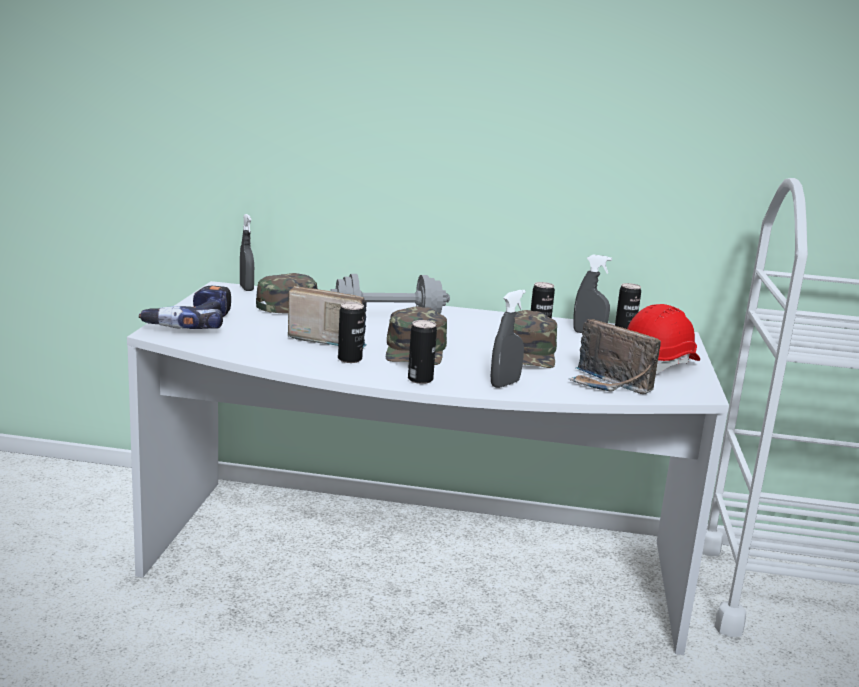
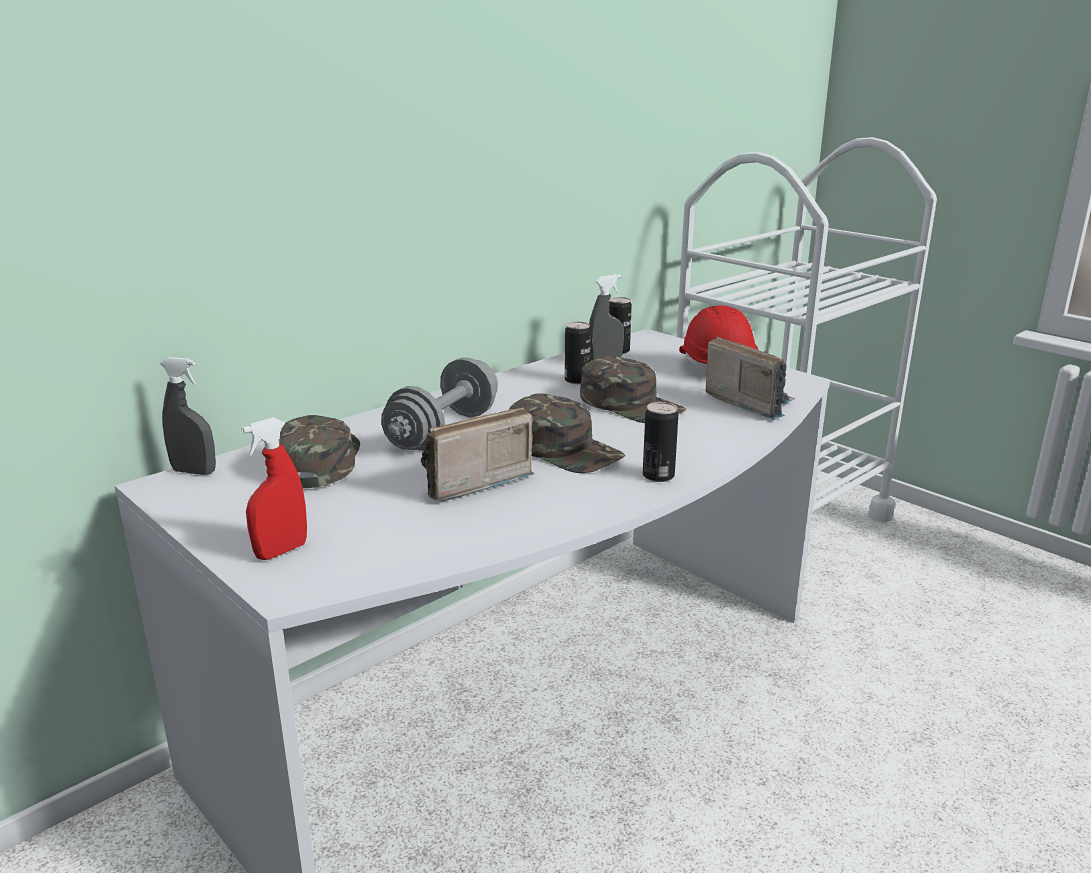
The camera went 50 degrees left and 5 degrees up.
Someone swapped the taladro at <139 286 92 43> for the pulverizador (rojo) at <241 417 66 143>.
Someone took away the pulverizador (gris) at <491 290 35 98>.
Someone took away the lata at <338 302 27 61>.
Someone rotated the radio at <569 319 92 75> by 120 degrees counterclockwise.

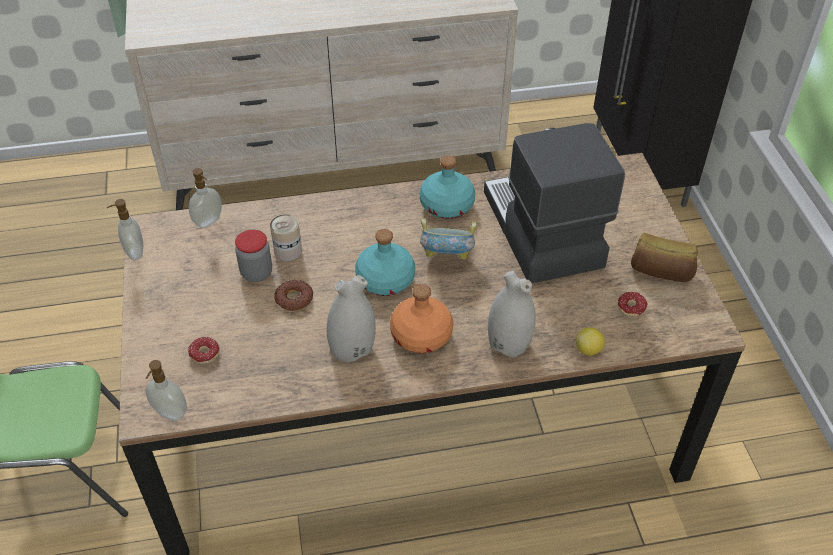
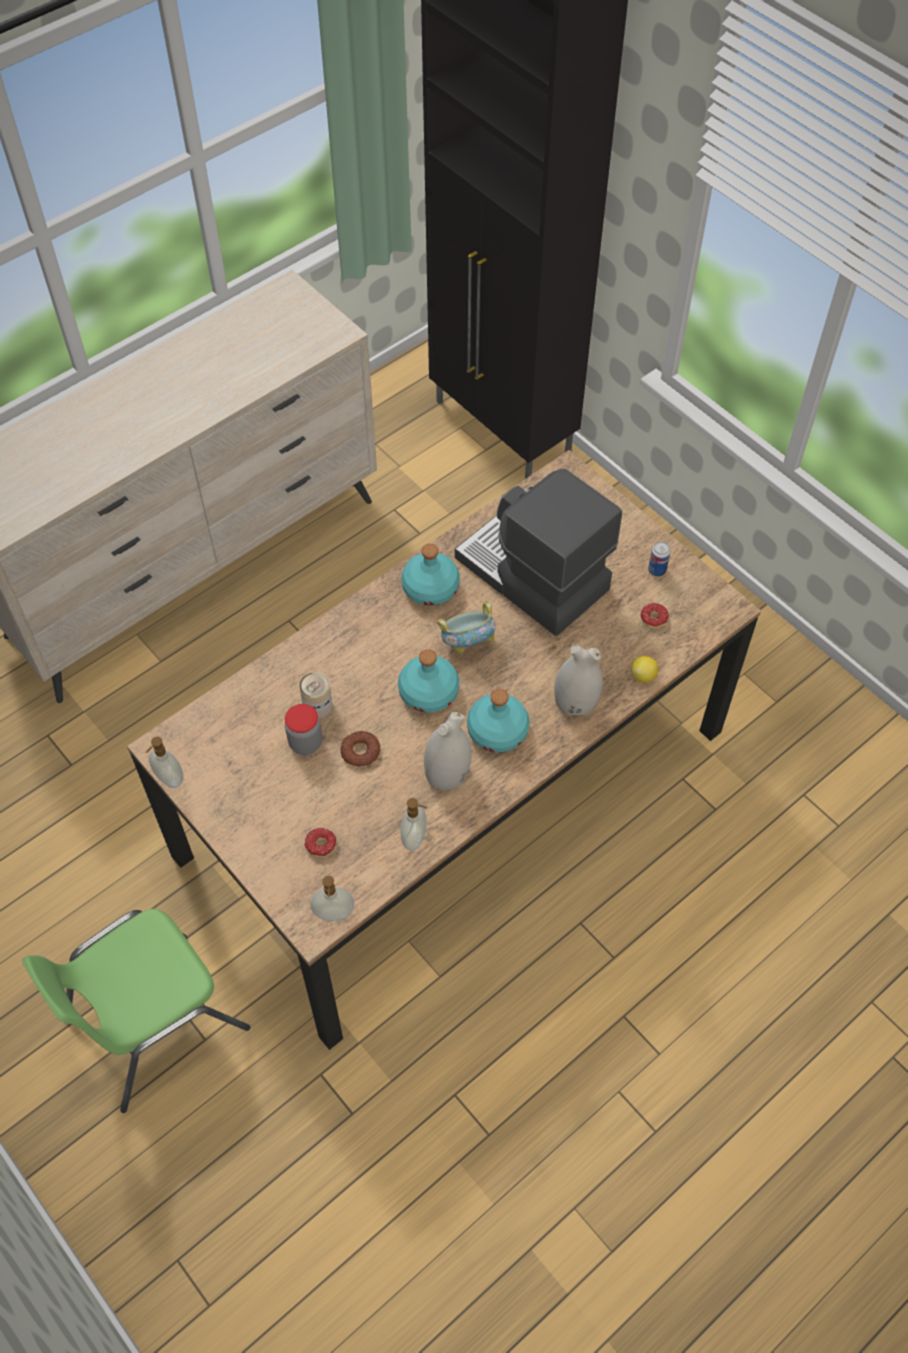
The camera went 30 degrees left and 10 degrees up.
Someone carried the dispensador de jabón from <189 168 33 60> to <401 798 26 53>.
Someone swapped the pan at <631 233 67 49> for the lata at <648 542 22 35>.
Someone repainted the botella (naranja) at <390 284 63 69>, which became the botella (turquesa) at <467 689 62 63>.

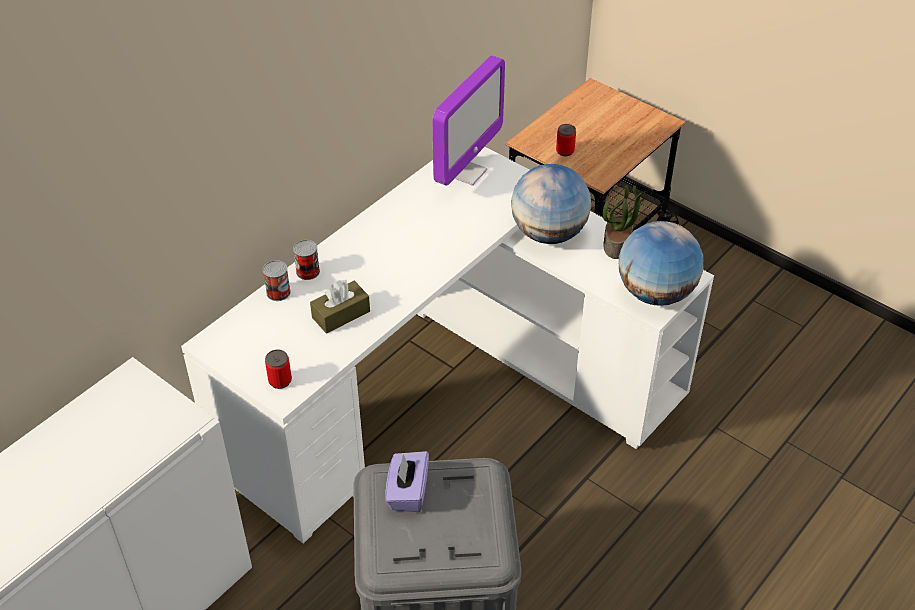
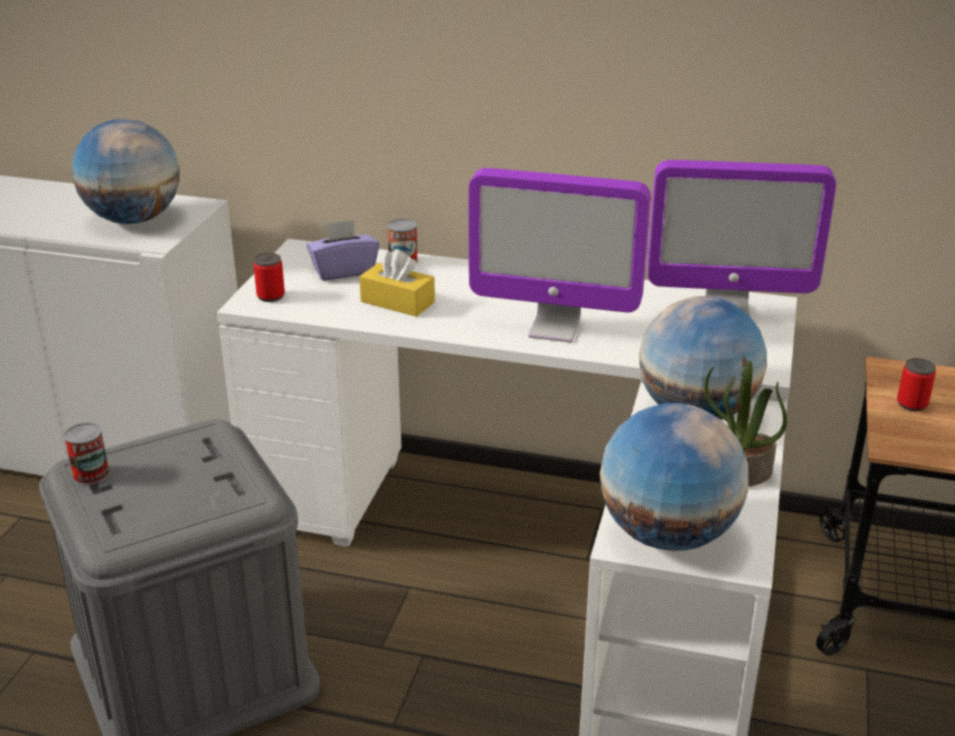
The camera went 65 degrees right and 15 degrees down.
Someone carried the lata from <293 240 27 40> to <64 423 45 61>.
Someone repainted the caja de pañuelos (marrón) at <310 280 60 54>, which became the caja de pañuelos (amarillo) at <359 249 76 68>.
Someone carried the caja de pañuelos (morado) from <385 451 44 61> to <306 220 73 61>.
Someone put down the globo terráqueo at <72 119 108 105>.
Someone put down the monitor at <469 168 182 174>.

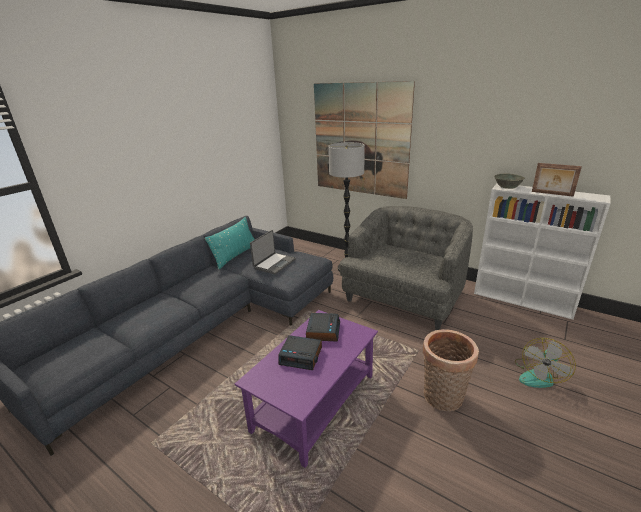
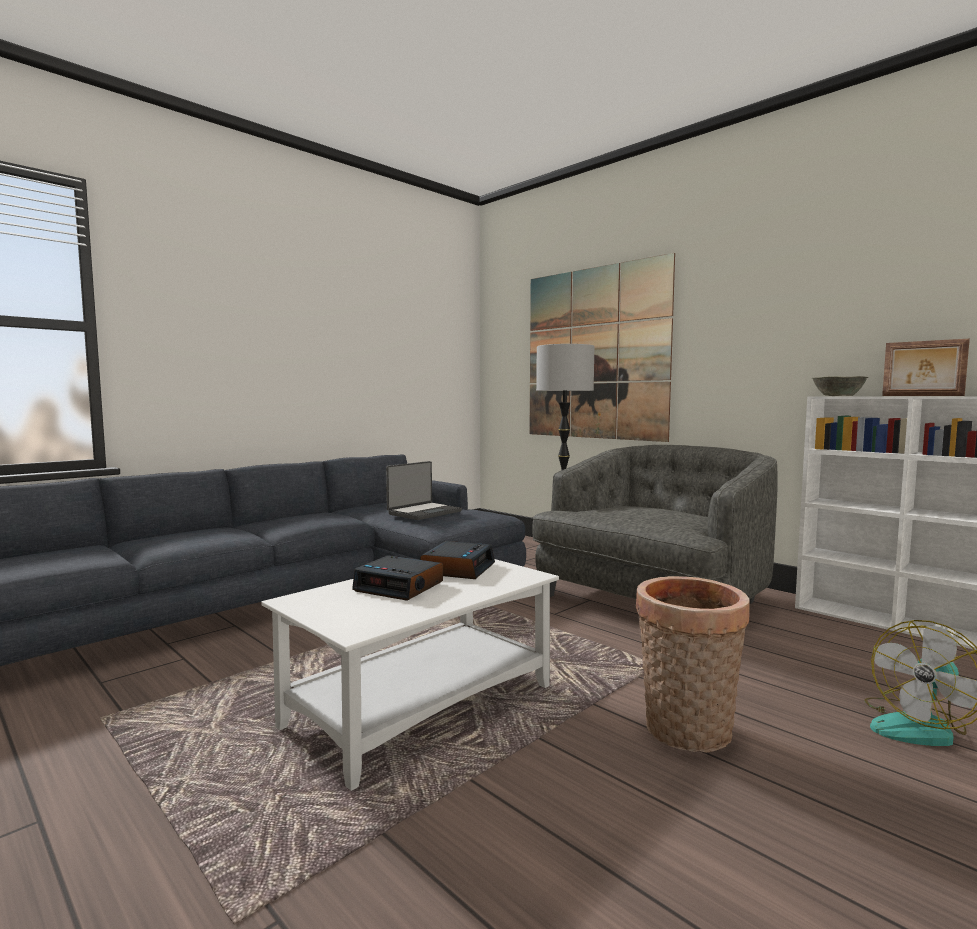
The camera went 10 degrees right and 20 degrees down.
Someone took away the cojín (turquesa) at <205 217 50 53>.
Someone repainted the mesa de centro (morado) at <235 310 143 158>, which became the mesa de centro (blanco) at <261 559 298 232>.

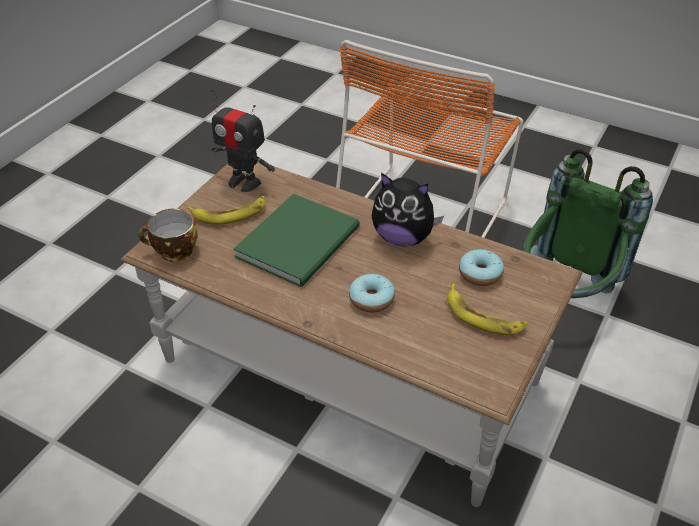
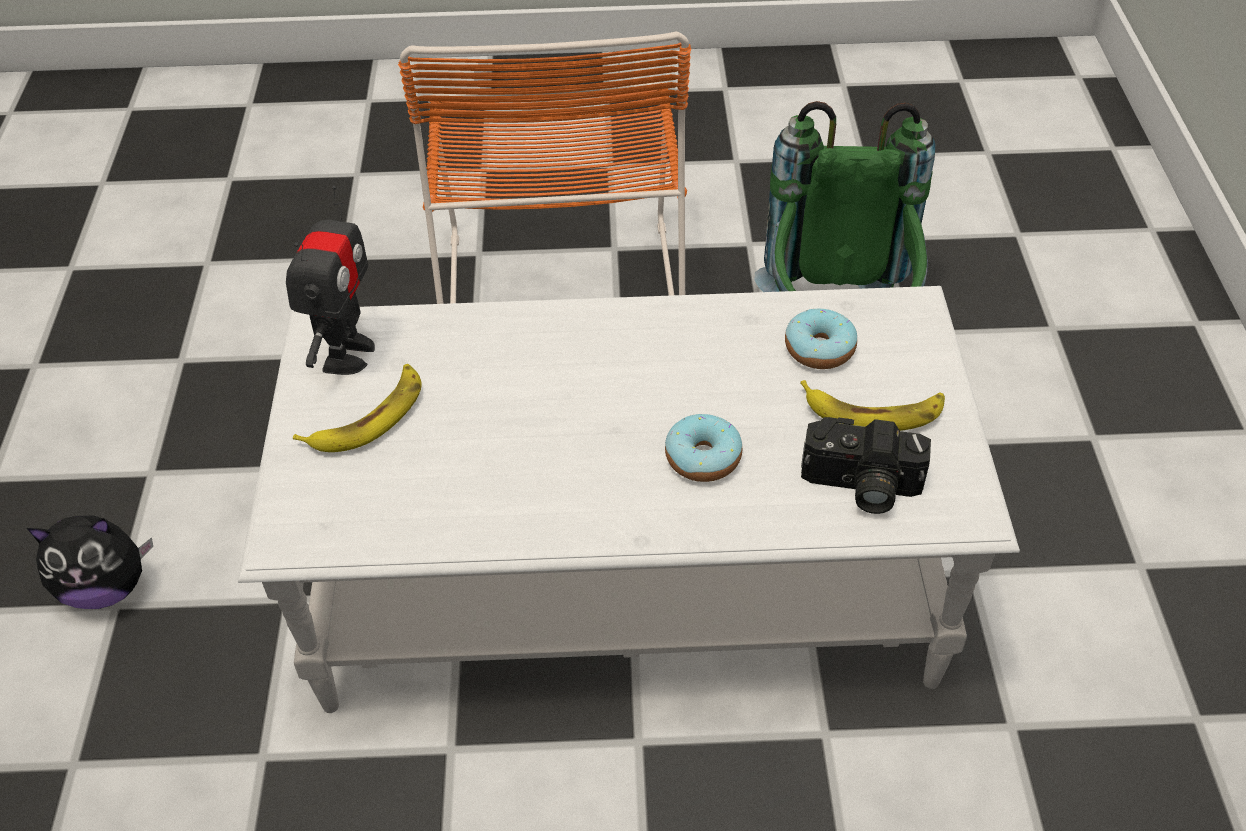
The camera went 30 degrees left and 5 degrees up.
Someone rotated the robot de juguete at <210 89 65 103> by 75 degrees counterclockwise.
Someone repainted the mesa de centro (marrón) at <120 161 463 346>, which became the mesa de centro (blanco) at <238 286 782 427>.
Someone carried the peluche from <372 173 72 74> to <27 516 126 93>.
Someone took away the libro (verde) at <233 194 127 93>.
Someone took away the taza at <138 208 59 54>.
Someone put down the cámara at <801 417 130 97>.

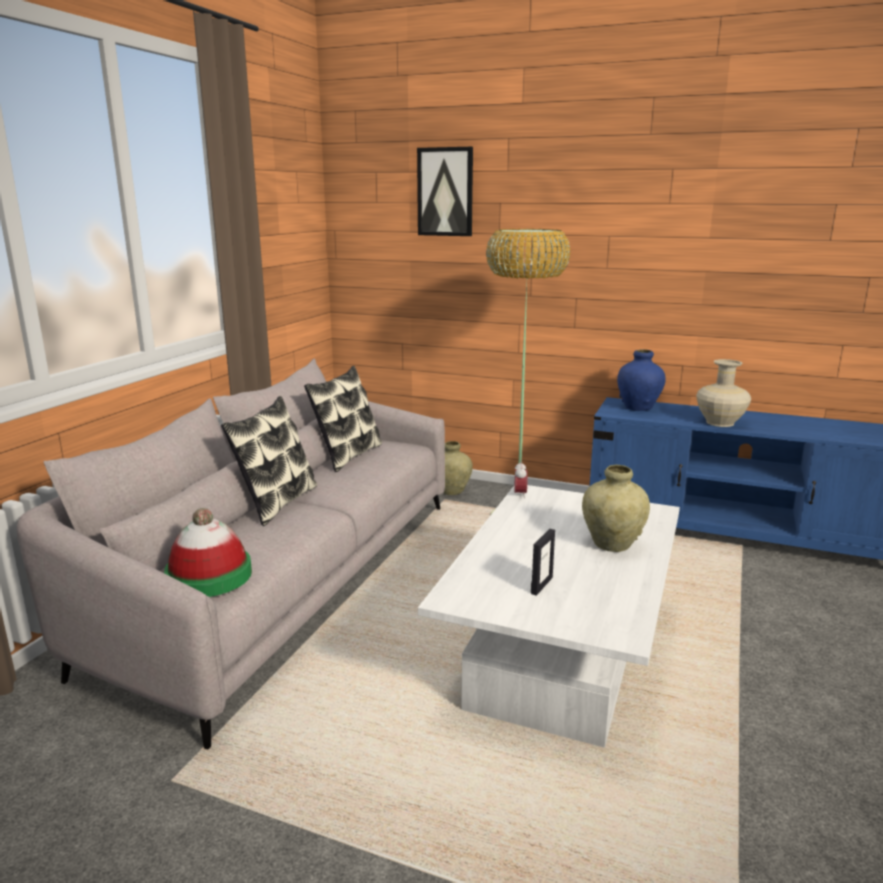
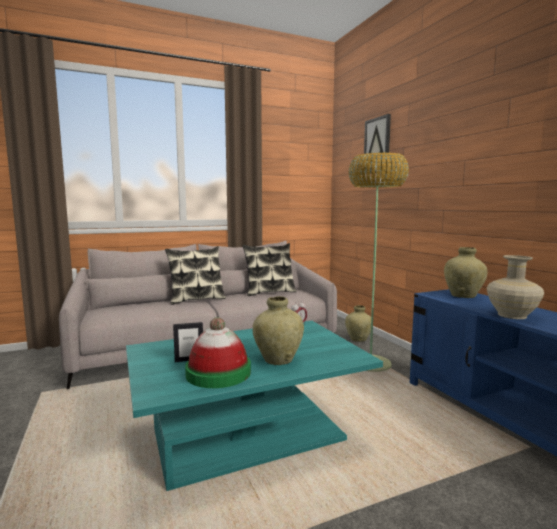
The camera went 45 degrees right and 10 degrees down.
Someone repainted the florero (azul) at <617 349 49 62>, which became the florero (beis) at <444 247 44 51>.
Someone repainted the mesa de centro (blanco) at <418 485 262 263>, which became the mesa de centro (turquesa) at <126 321 257 170>.
Someone carried the sombrero from <164 508 88 89> to <185 317 66 71>.

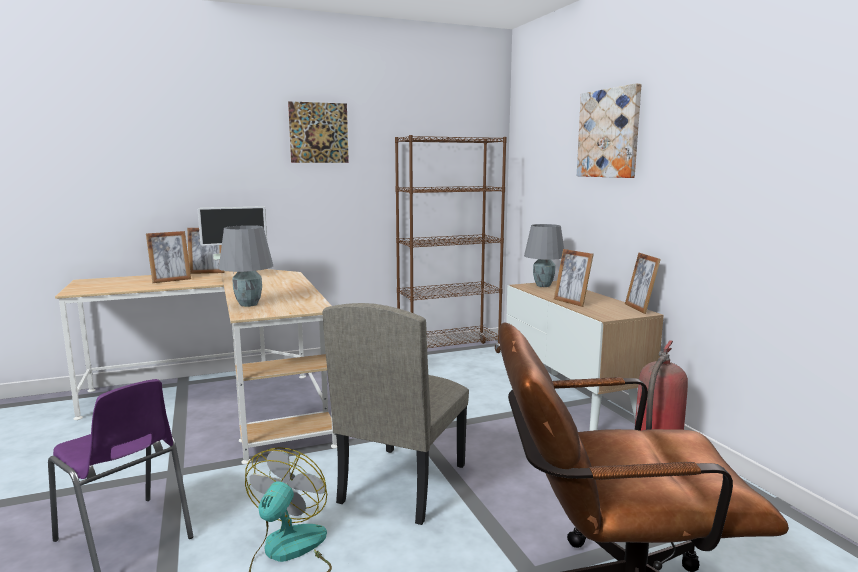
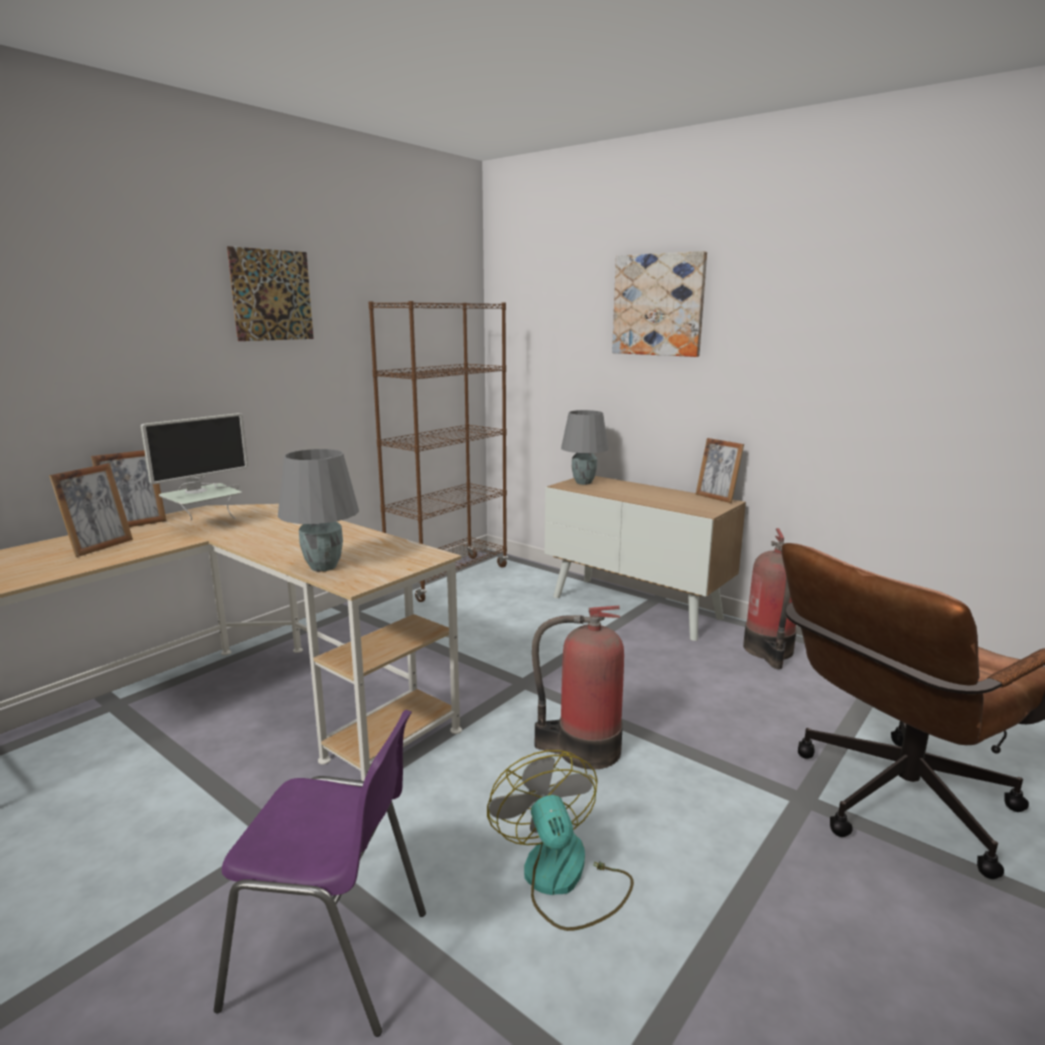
The camera went 30 degrees left and 5 degrees up.
Someone took away the portarretratos at <554 249 40 58>.
Someone swapped the silla (beis) at <323 303 146 222> for the extintor at <532 606 92 164>.

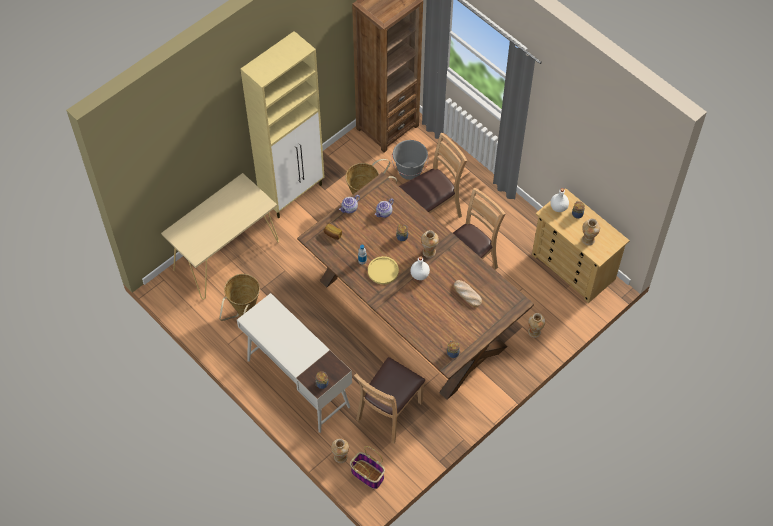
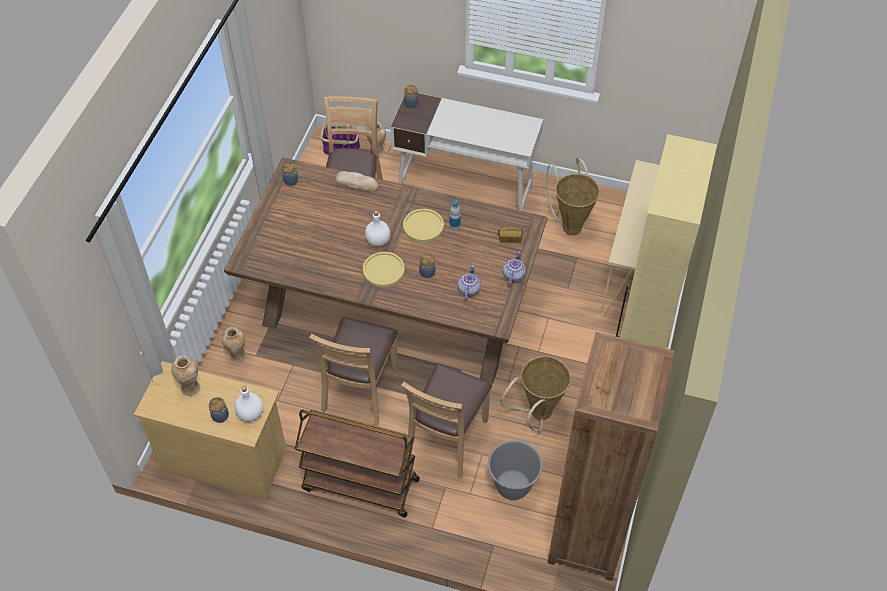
The camera went 150 degrees right and 5 degrees down.
Someone swapped the florero at <421 230 18 28> for the plato (amarillo) at <363 252 42 35>.
Someone carried the pan from <454 280 28 27> to <335 171 44 21>.
Someone put down the carrito (marrón) at <295 409 125 108>.

